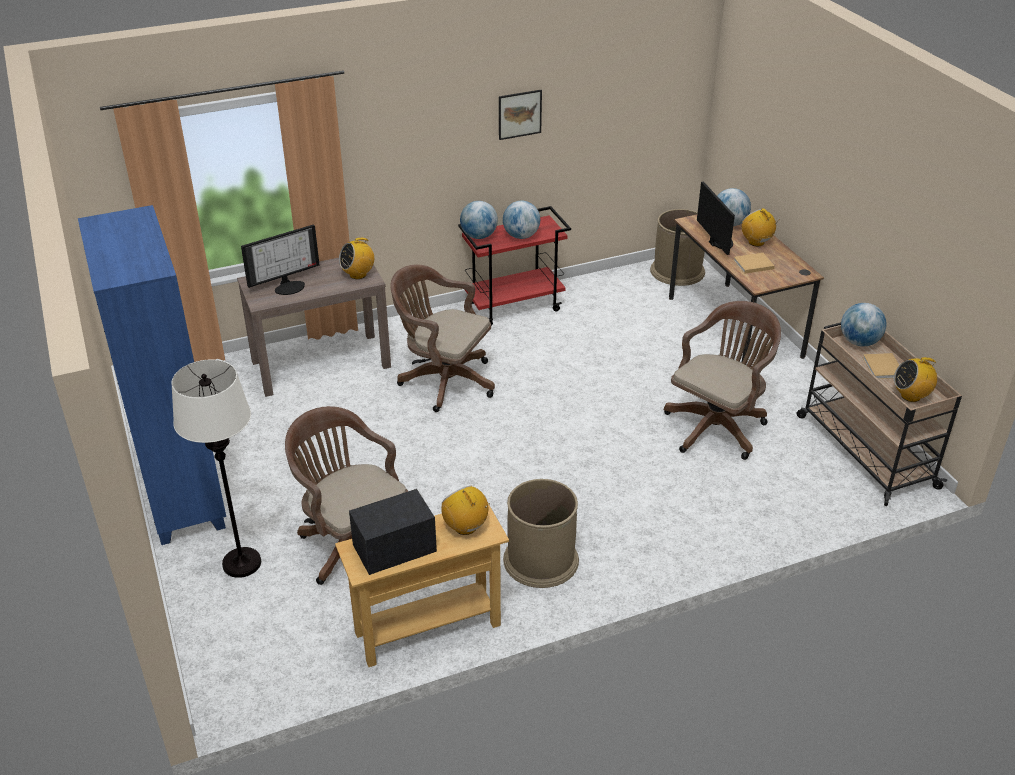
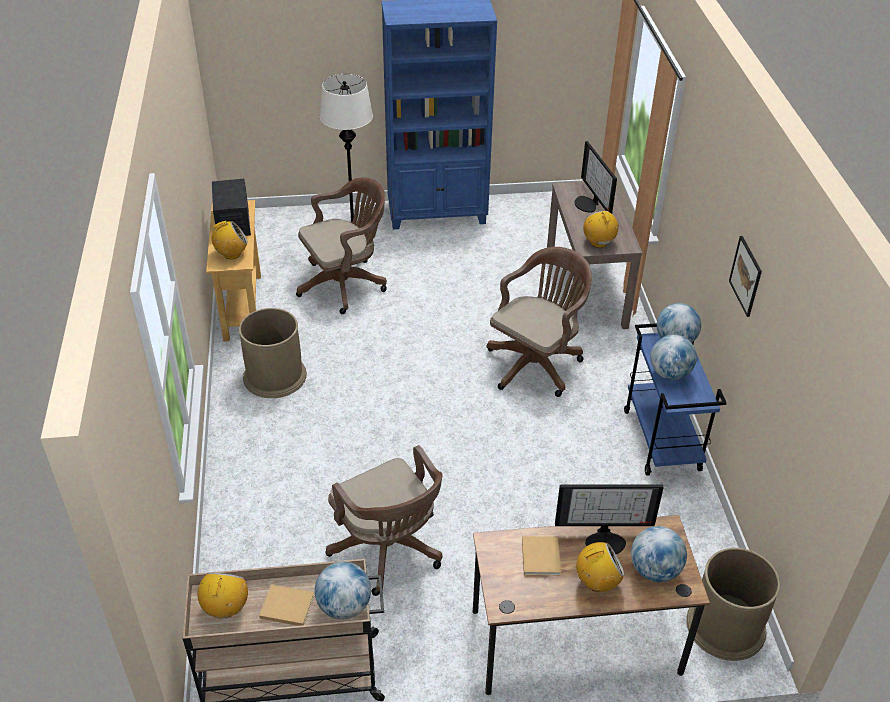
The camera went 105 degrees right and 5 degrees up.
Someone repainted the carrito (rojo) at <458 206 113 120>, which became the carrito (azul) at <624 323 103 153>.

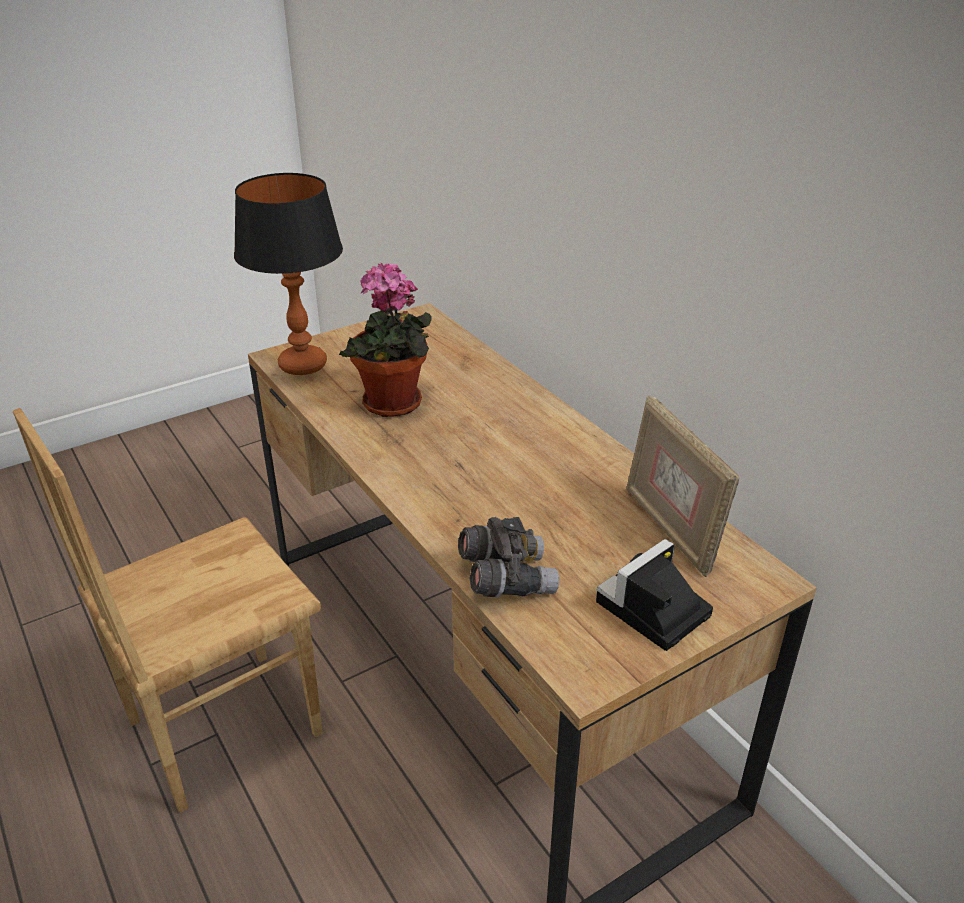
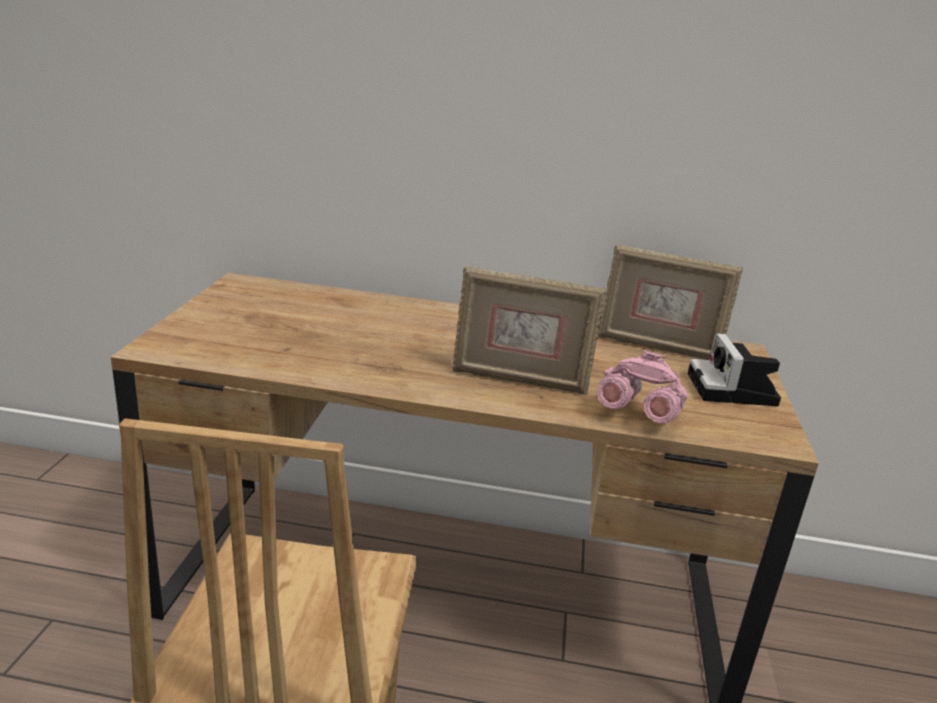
The camera went 50 degrees left and 10 degrees down.
Someone took away the lámpara de mesa at <234 173 109 202>.
Someone took away the planta en maceta at <339 262 93 155>.
Someone repainted the prismáticos (gris) at <458 517 101 80>, which became the prismáticos (rosa) at <597 350 91 73>.
Someone put down the portarretratos at <452 266 154 129>.

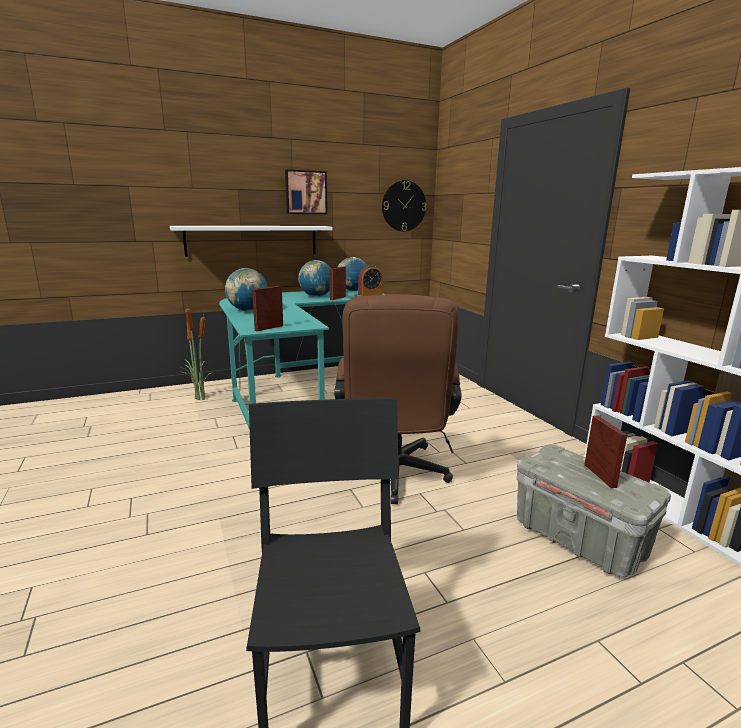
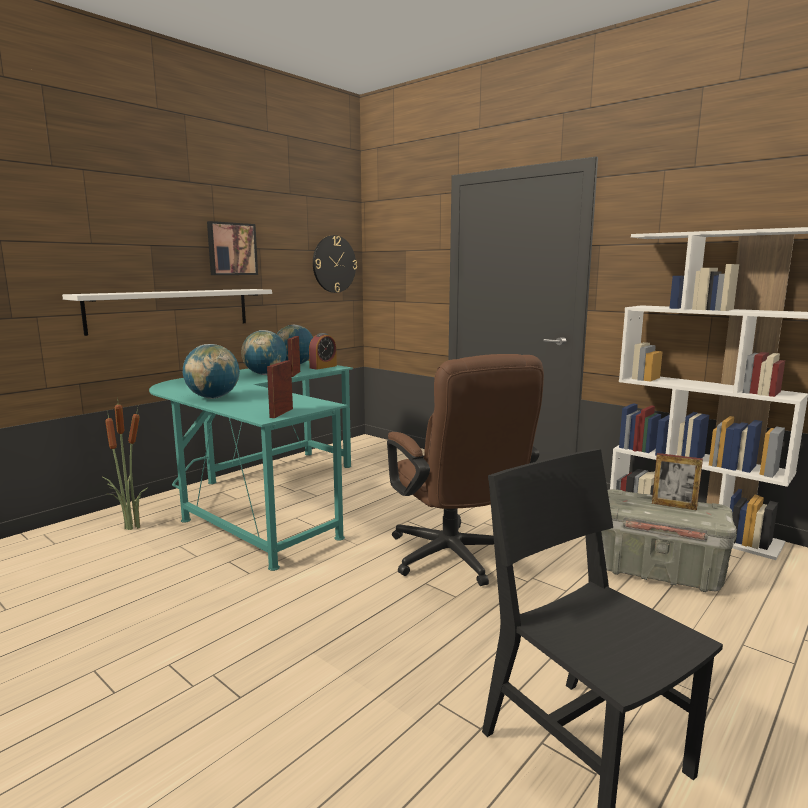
The camera went 25 degrees left and 5 degrees down.
Someone rotated the portarretratos at <584 416 43 72> by 150 degrees clockwise.

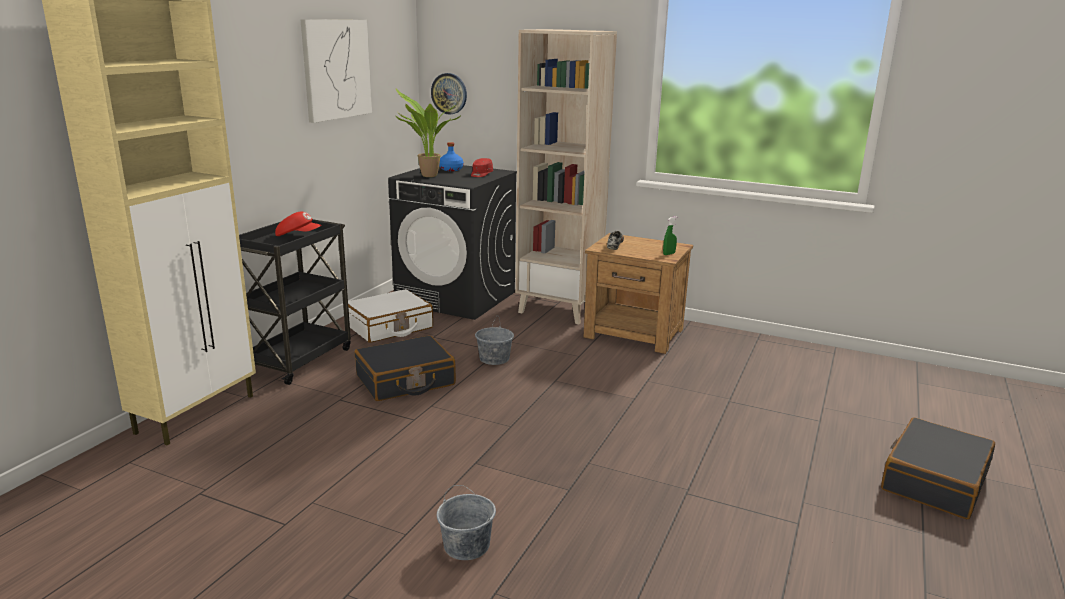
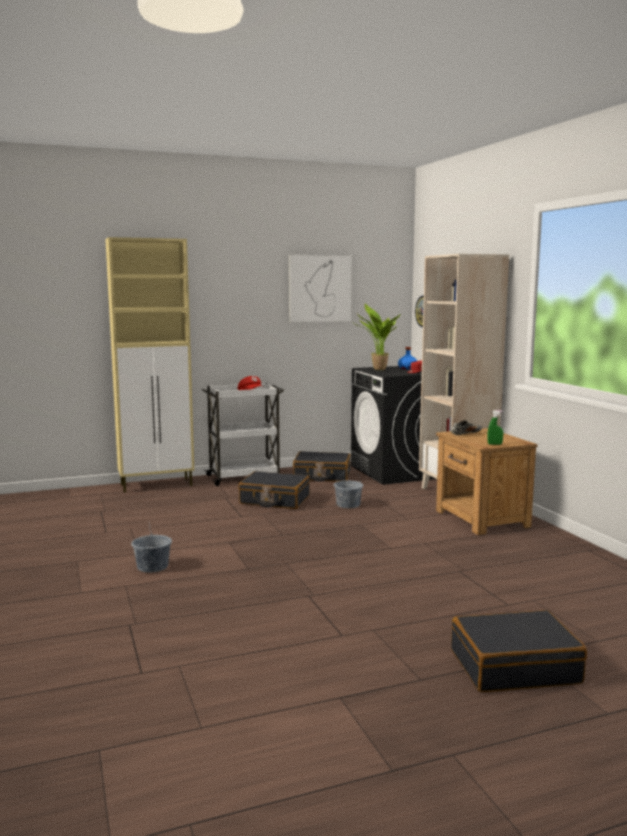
The camera went 45 degrees right and 10 degrees down.
Someone repainted the carrito (negro) at <239 219 112 166>, which became the carrito (blanco) at <202 383 82 103>.
Someone repainted the maleta (blanco) at <348 289 85 54>, which became the maleta (negro) at <293 451 58 31>.

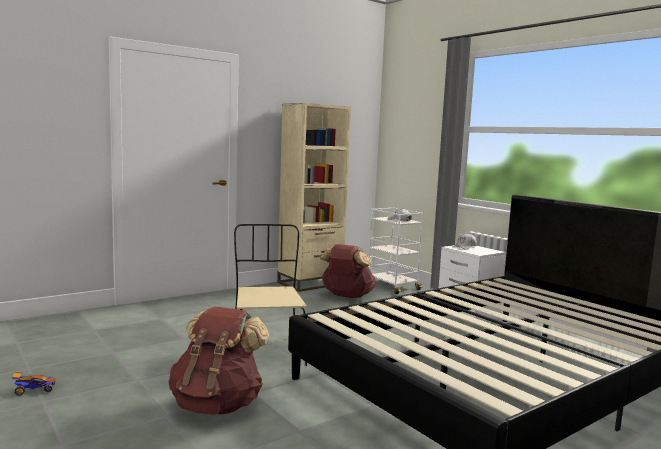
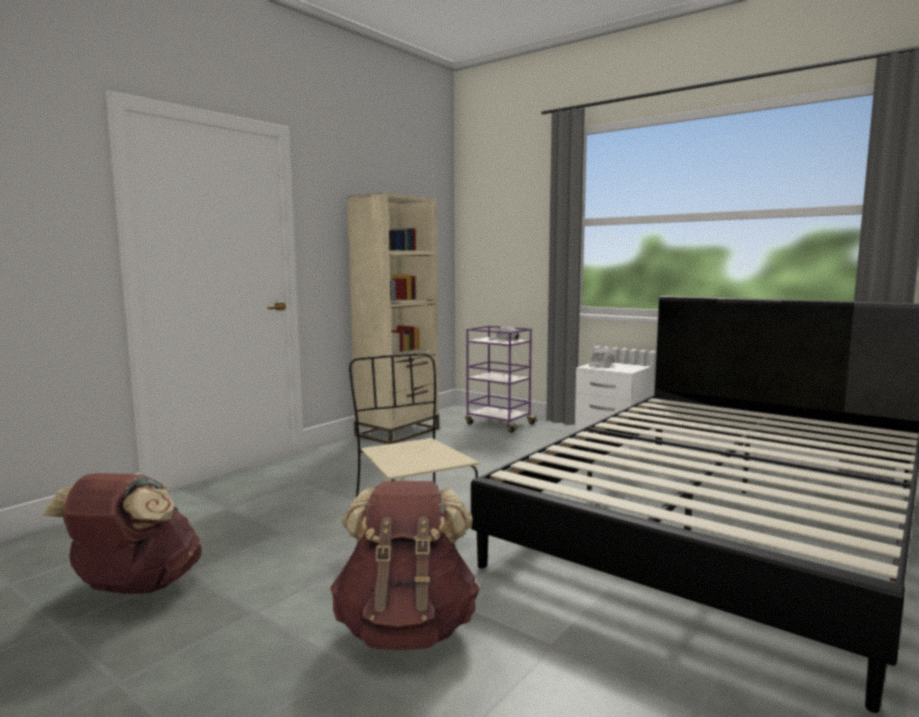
The camera went 15 degrees left and 0 degrees up.
Someone repainted the carrito (blanco) at <368 208 55 86>, which became the carrito (morado) at <465 326 73 107>.
Someone carried the mochila (marrón) from <320 244 56 54> to <42 473 160 121>.
Someone took away the coche de juguete at <12 372 44 23>.

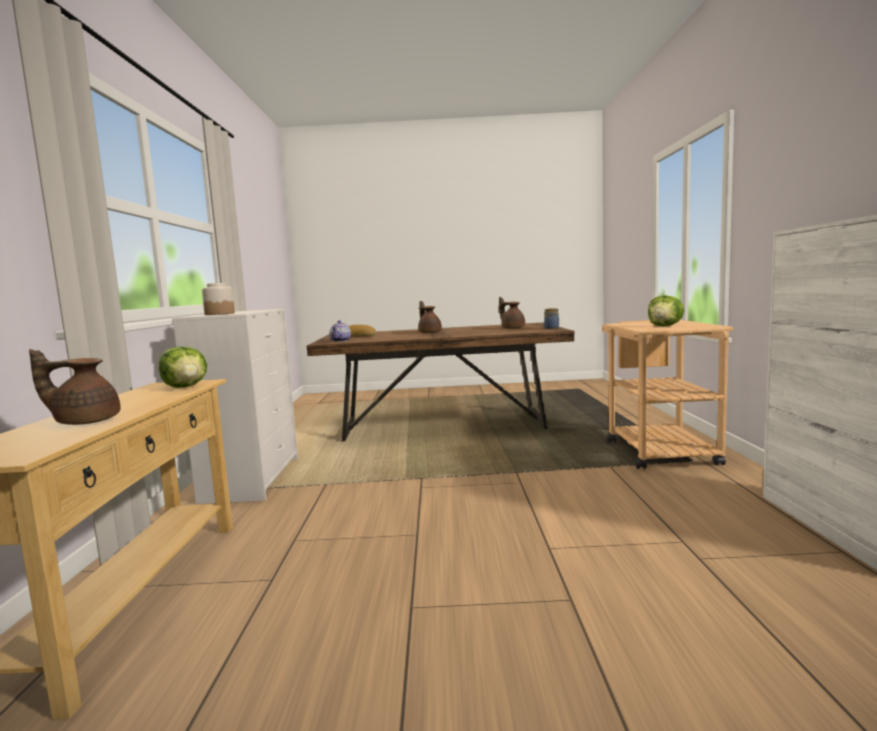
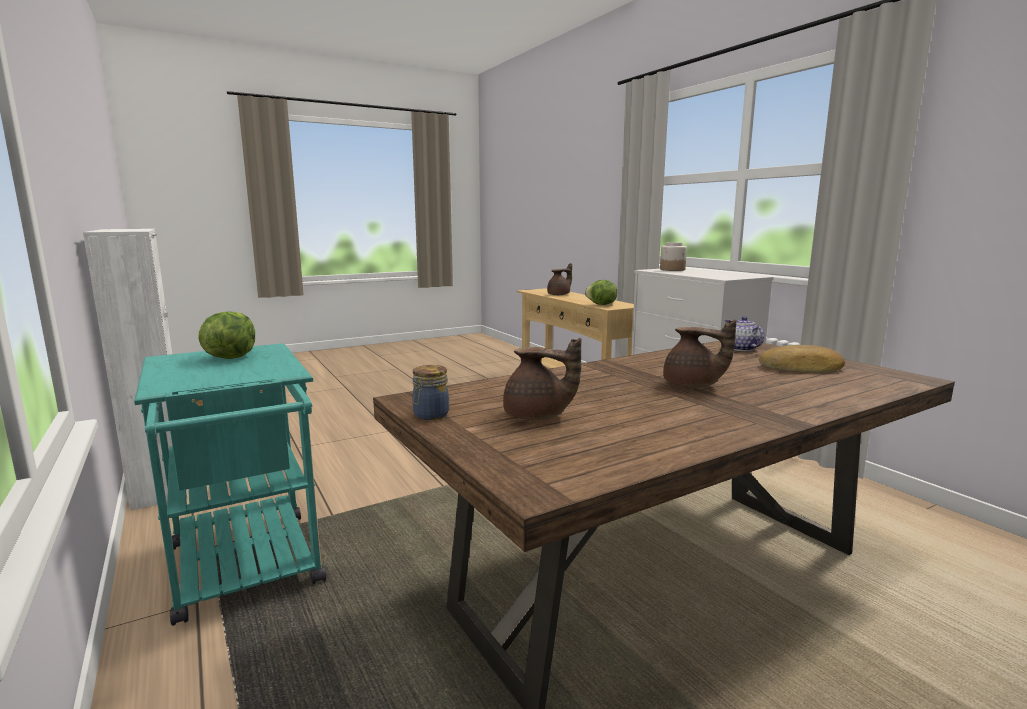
The camera went 150 degrees right and 5 degrees up.
Someone repainted the carrito (beis) at <602 320 132 149>, which became the carrito (turquesa) at <134 343 192 283>.

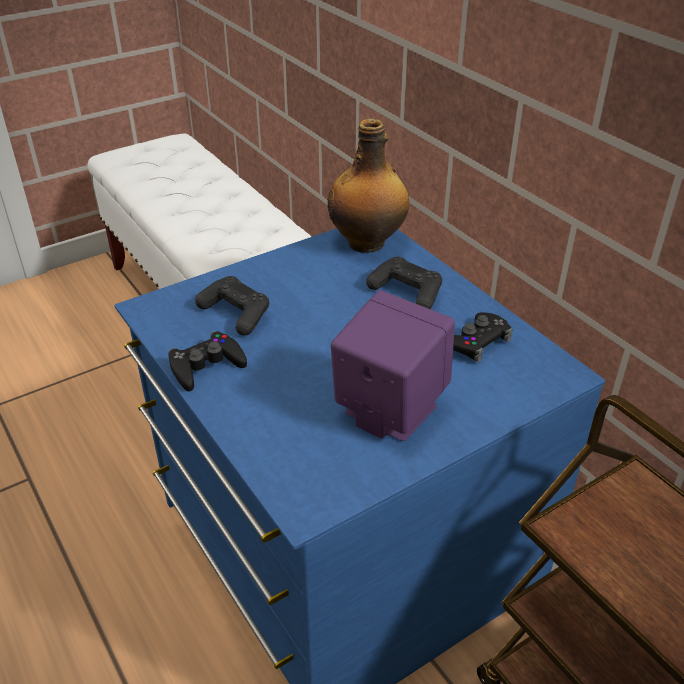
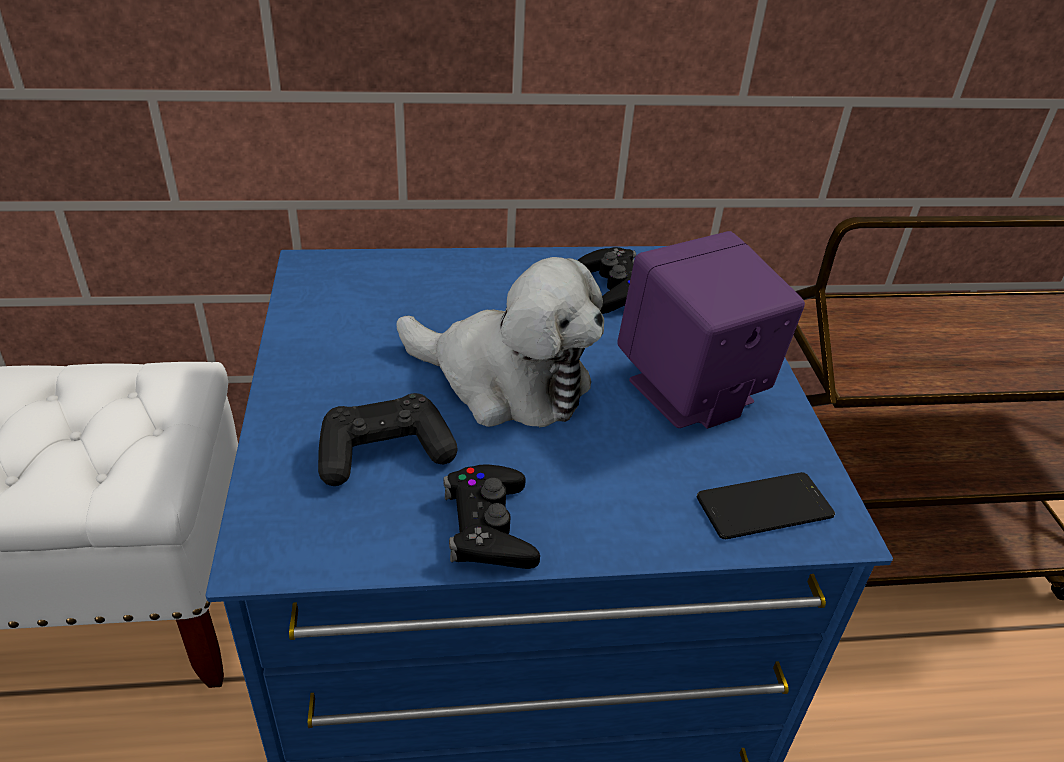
The camera went 65 degrees left and 0 degrees up.
Someone took away the botella at <328 119 81 134>.
Someone took away the mando de consola (negro) at <366 257 76 52>.
Someone put down the peluche at <397 257 207 170>.
Someone put down the móvil at <697 472 138 67>.

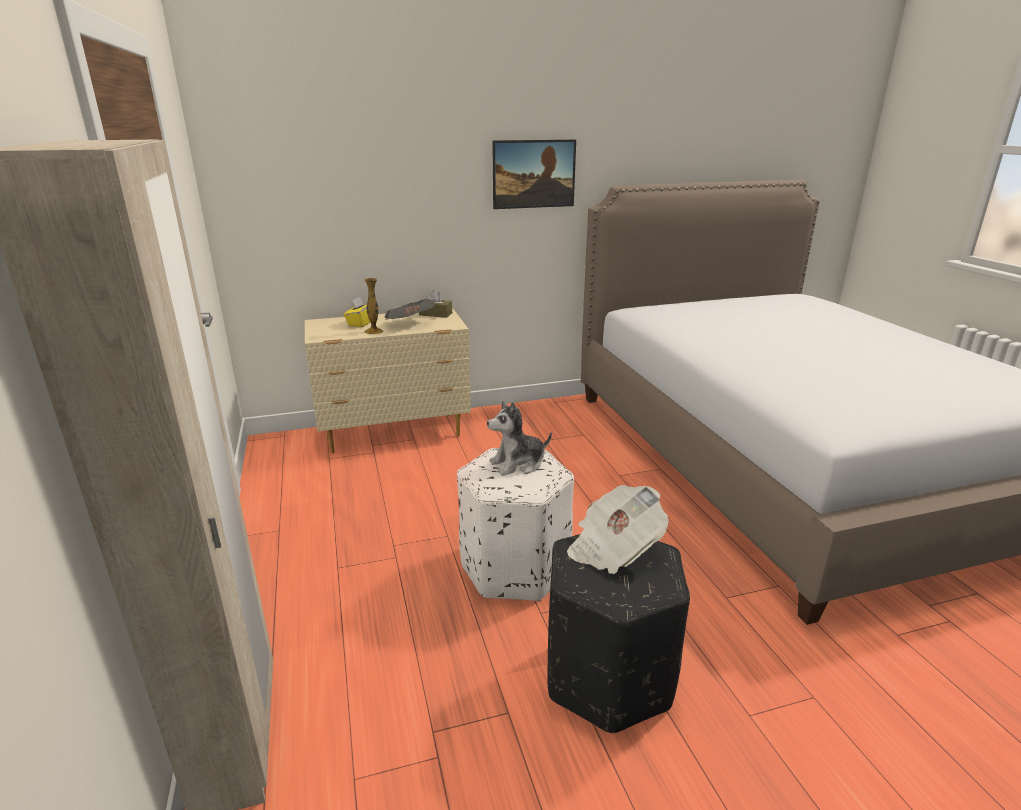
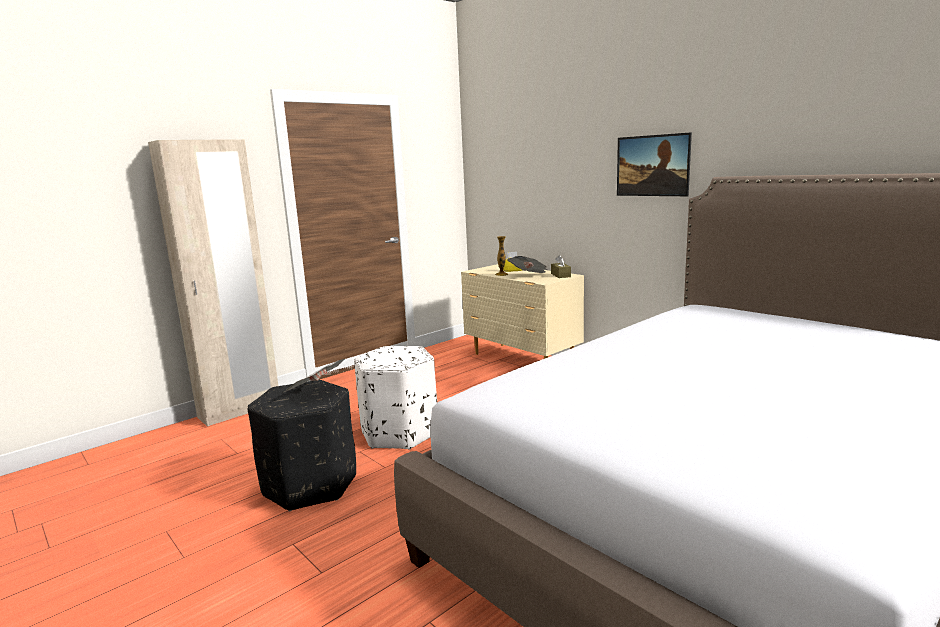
The camera went 65 degrees right and 10 degrees down.
Someone took away the peluche at <487 401 65 75>.

